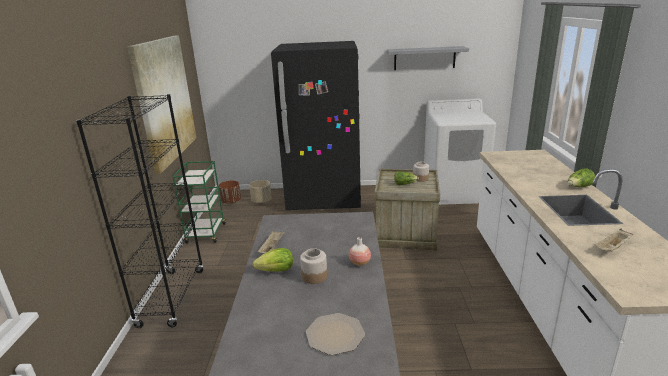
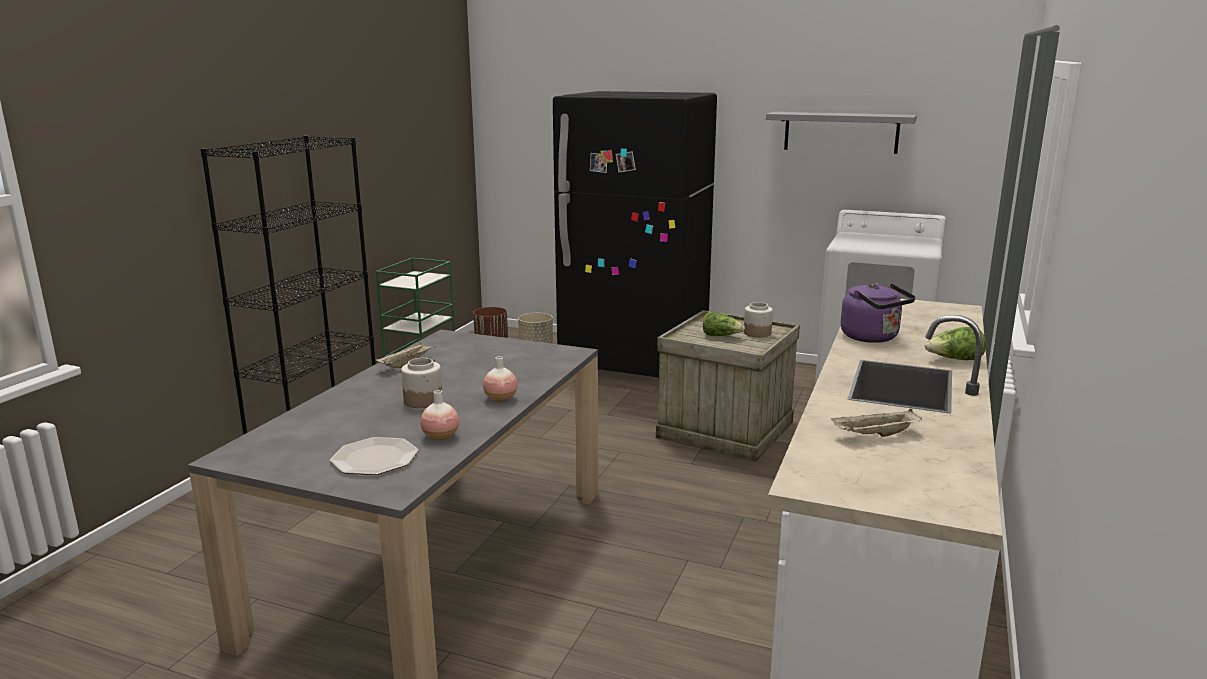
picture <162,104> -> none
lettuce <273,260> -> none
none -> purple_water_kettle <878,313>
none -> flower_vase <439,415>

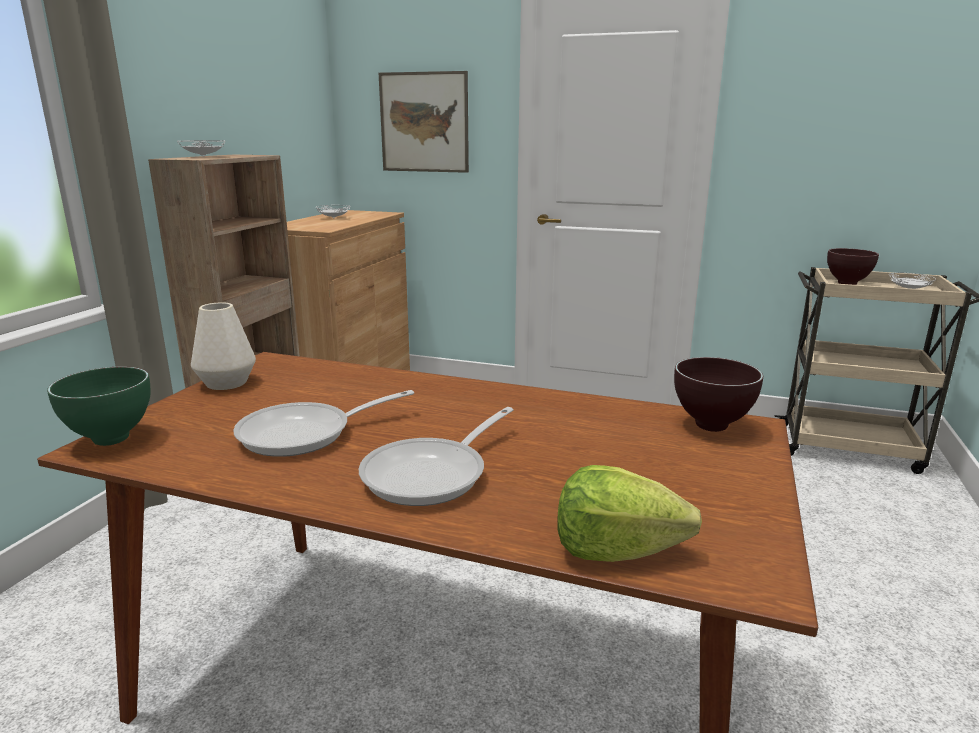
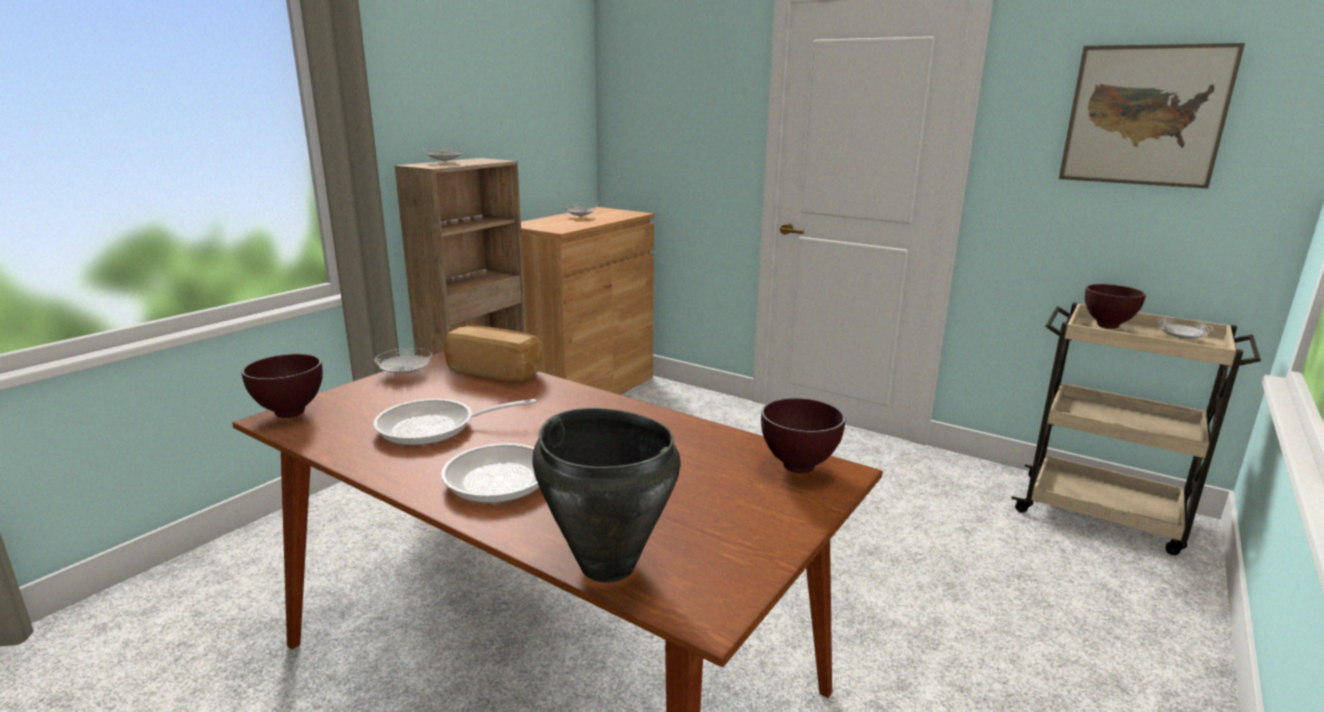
picture <424,122> -> picture <1152,116>, shifted
white-coloured_flower_vase <223,346> -> white-coloured_dinner_plate <403,361>
green-coloured_serving_bowl <99,406> -> brown_serving_bowl <282,386>
lettuce <629,513> -> black_stockpot <606,495>
none -> bread <493,354>

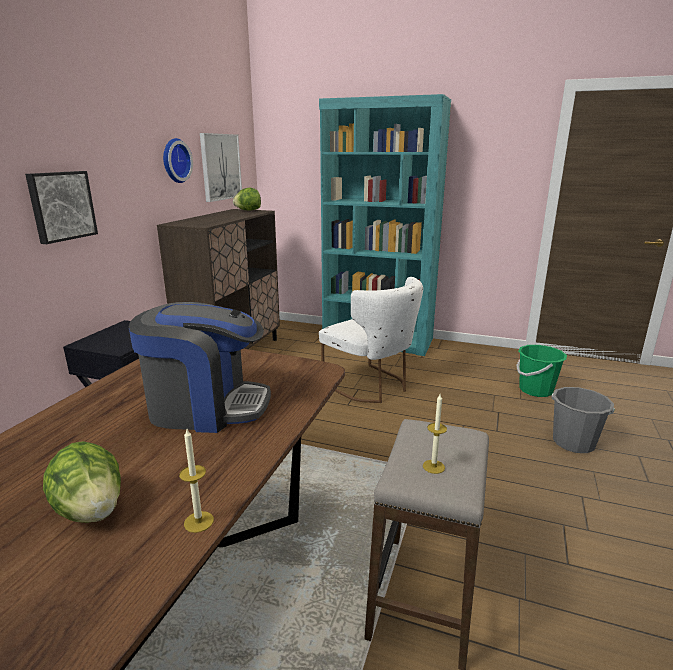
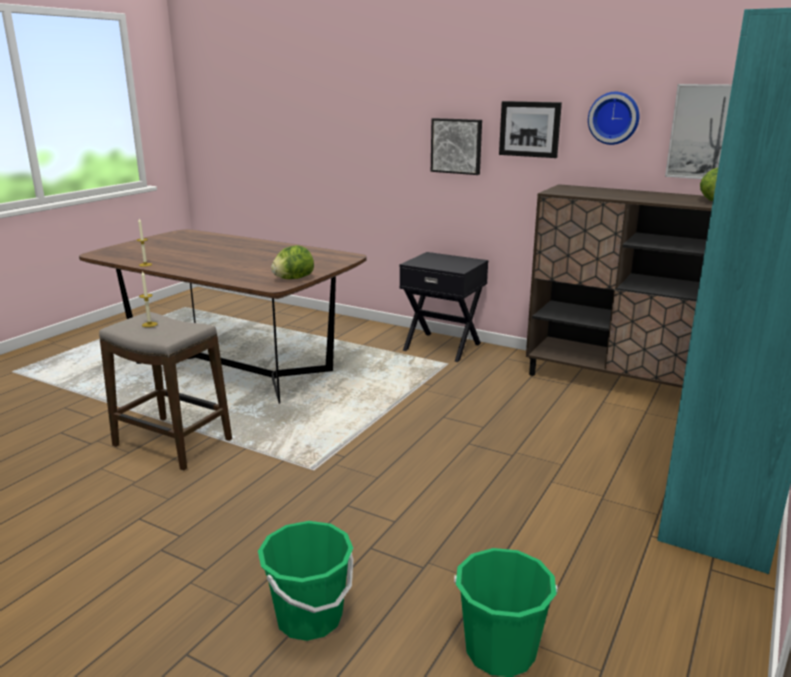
white-coloured_plain_chair <371,340> -> none
coffee_maker <200,367> -> none
gray_pail <583,420> -> green-coloured_pail <305,581>
lettuce <82,482> -> lettuce <292,262>, shifted
none -> picture <530,129>

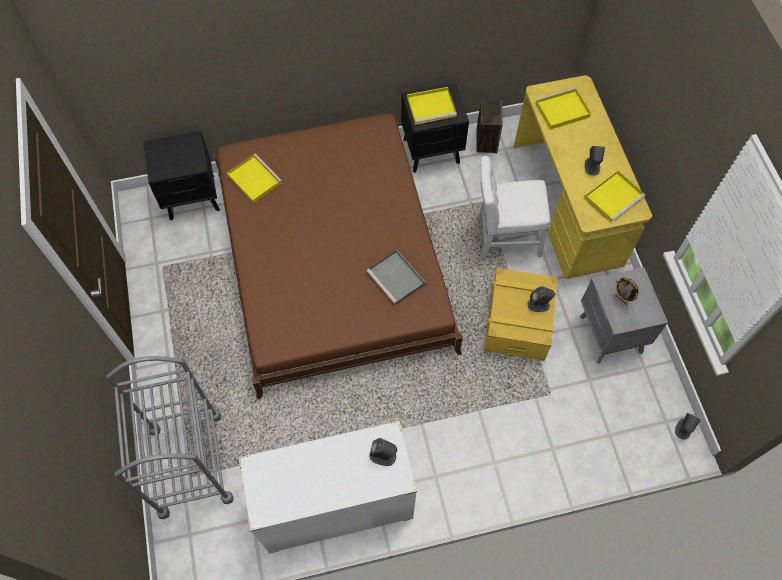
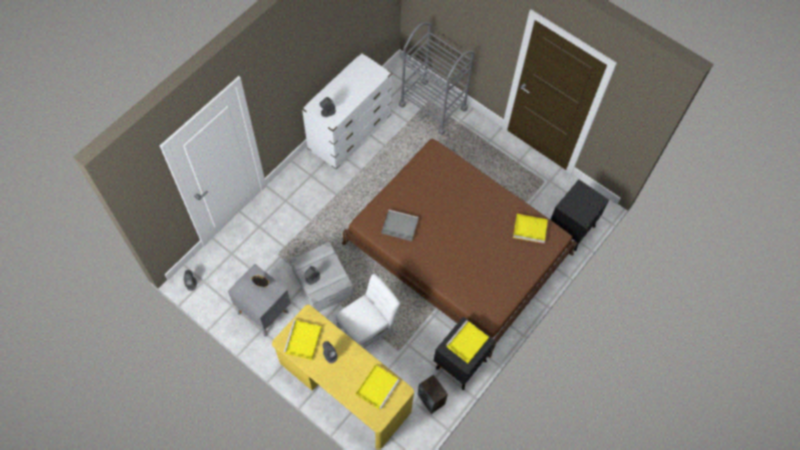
yellow-coloured_storage_bin <520,314> -> gray_storage_bin <321,277>

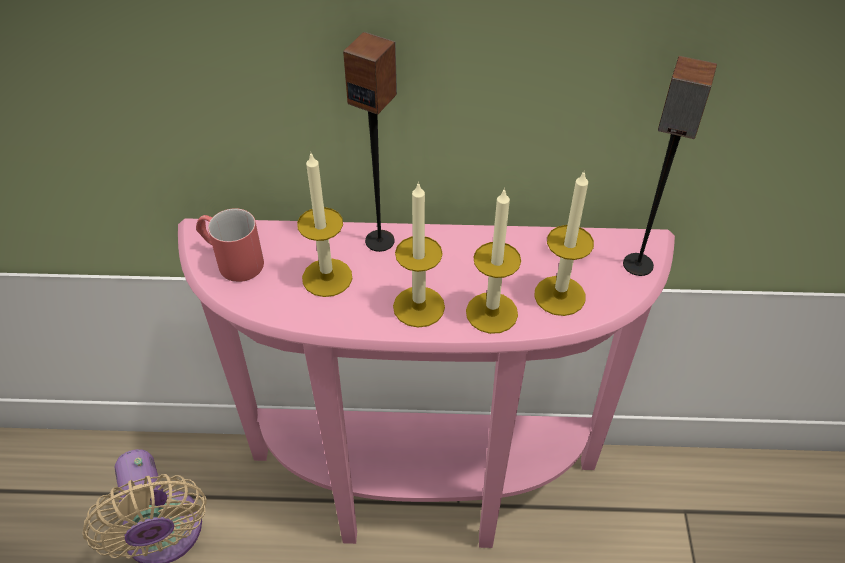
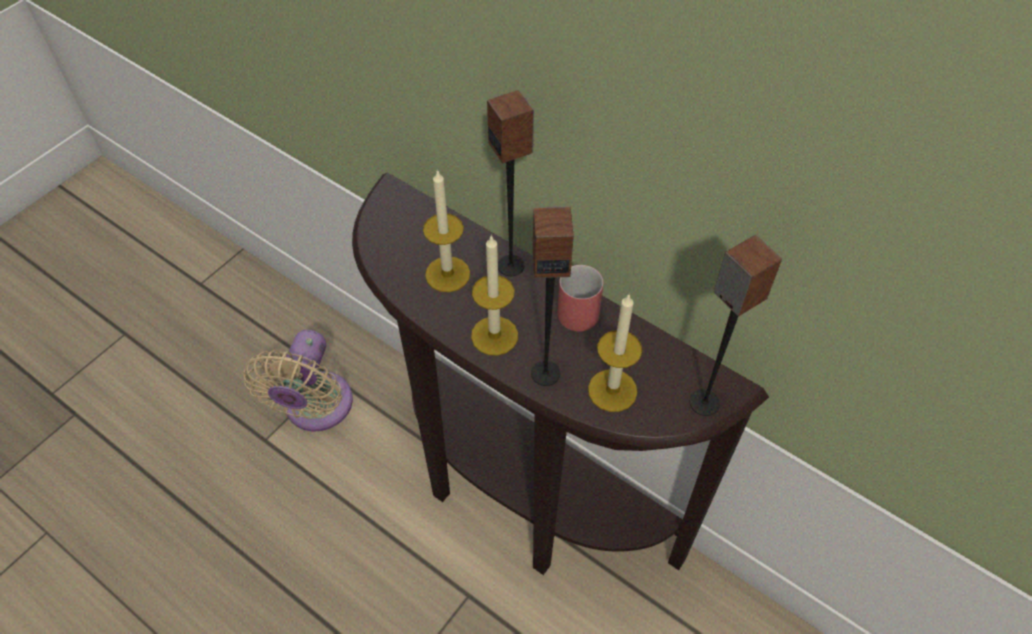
candle <493,261> -> loudspeaker <552,296>
reddish_mug <230,245> -> reddish_mug <580,298>, shifted
pink-coloured_console_table <426,383> -> brown_console_table <560,373>

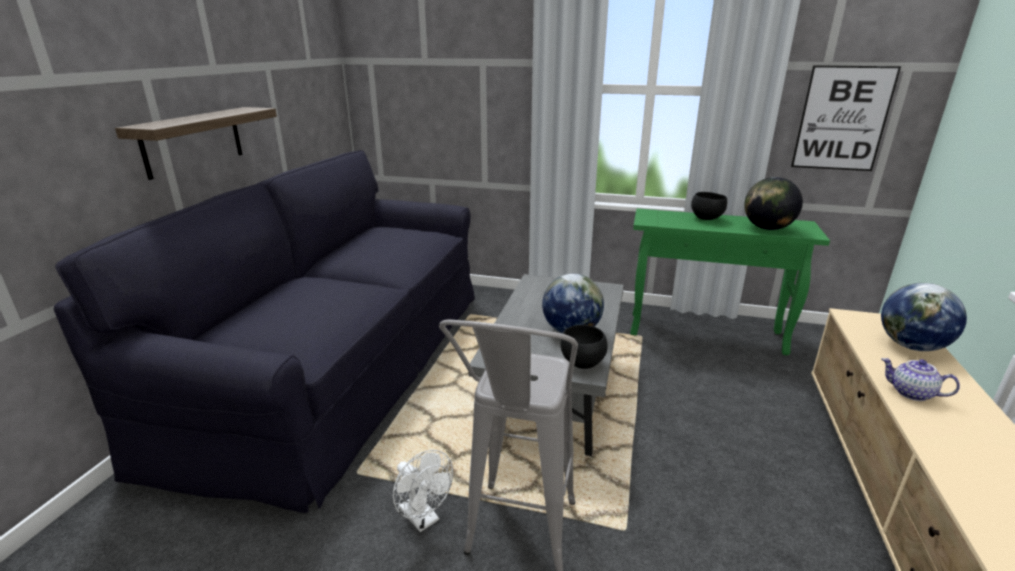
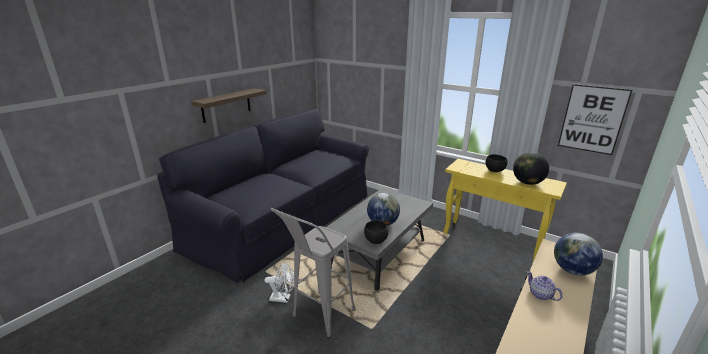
green-coloured_console_table <730,281> -> yellow-coloured_console_table <505,210>
white-coloured_electric_fan <423,491> -> white-coloured_electric_fan <279,282>, 60 degrees counterclockwise

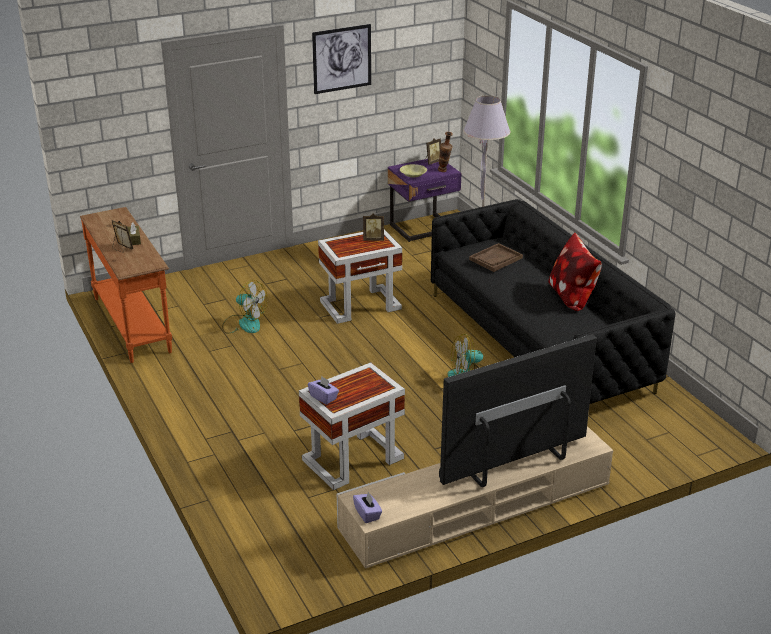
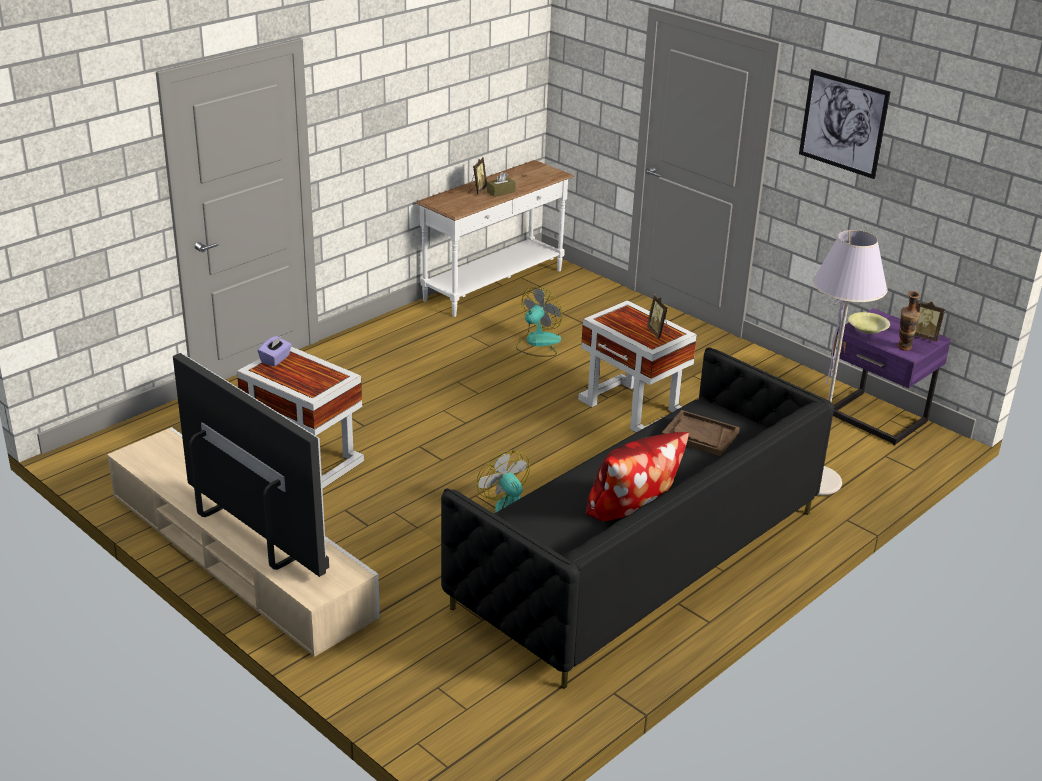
orangey_console_table <126,285> -> white-coloured_console_table <495,238>
electric_fan <244,307> -> electric_fan <539,322>, 150 degrees counterclockwise
purple_tissue_holder <367,507> -> none

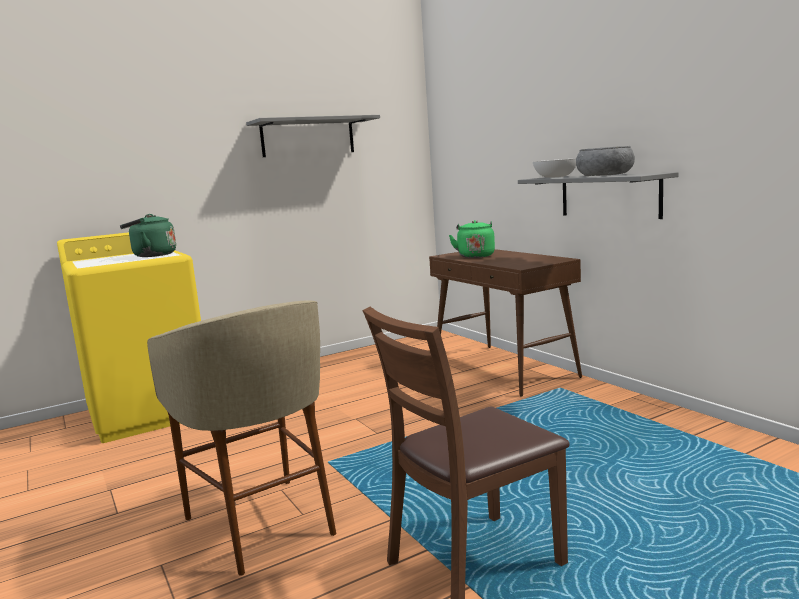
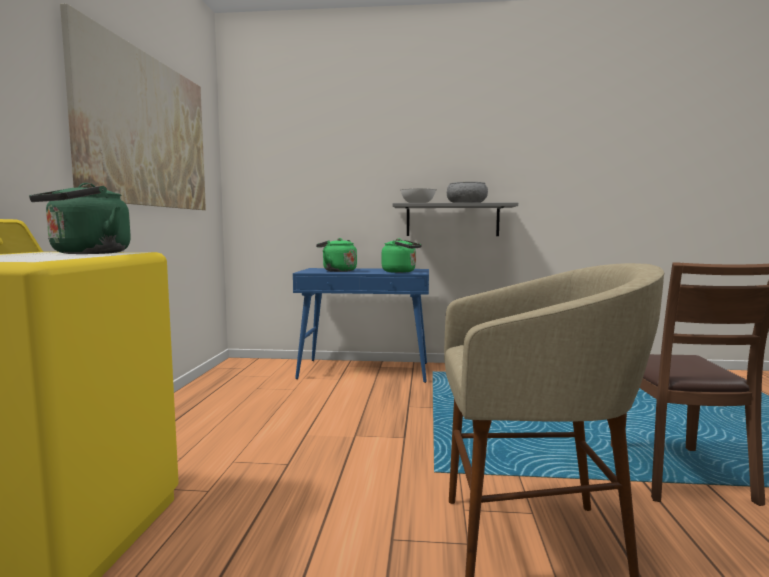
gray_bracket_shelf <313,136> -> picture <133,106>
brown_console_table <505,323> -> bluish_console_table <361,325>
none -> green-coloured_water_kettle <402,255>

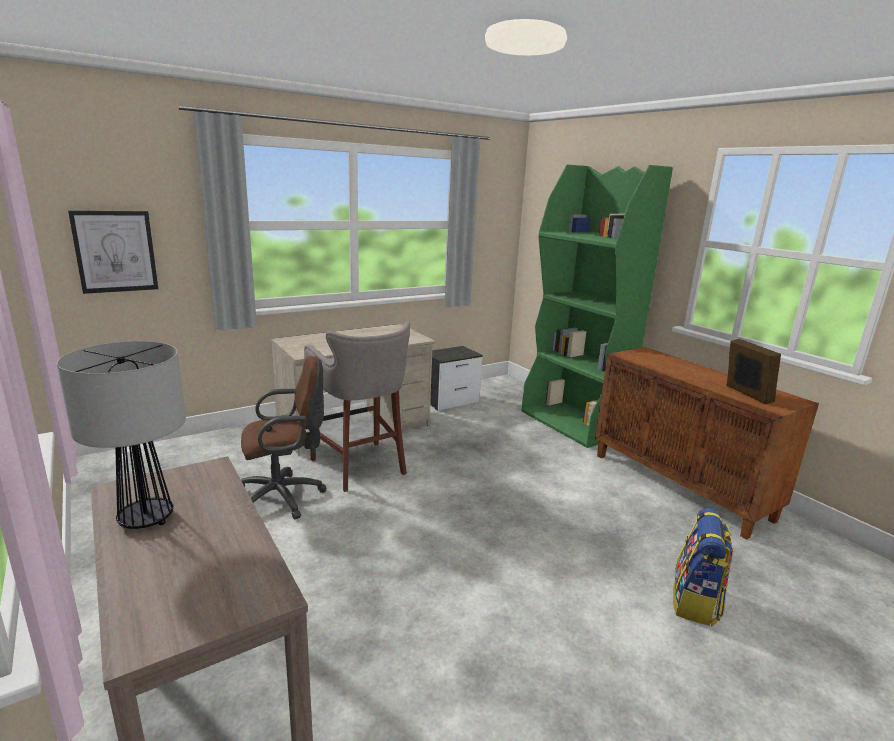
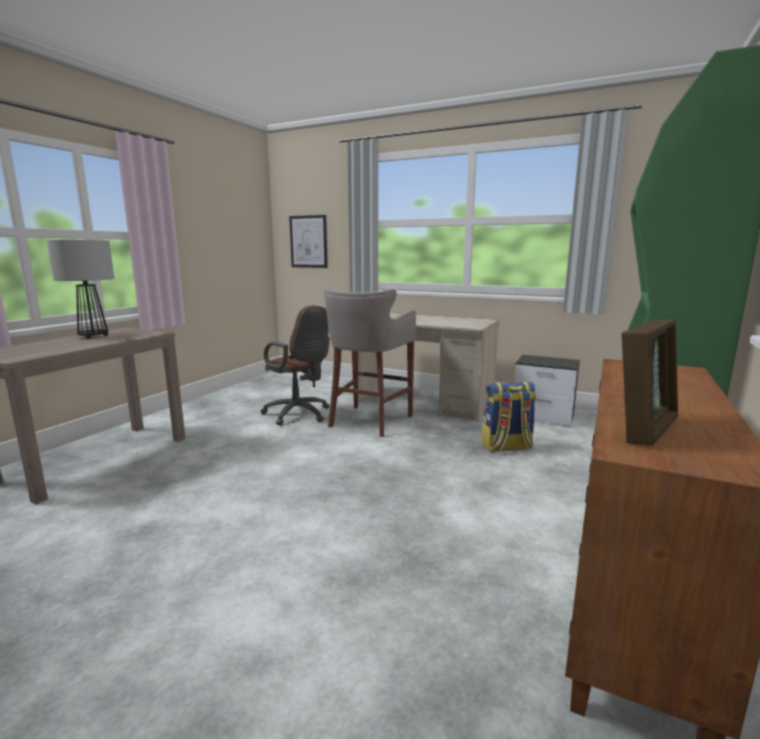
rucksack <703,567> -> rucksack <509,416>, shifted

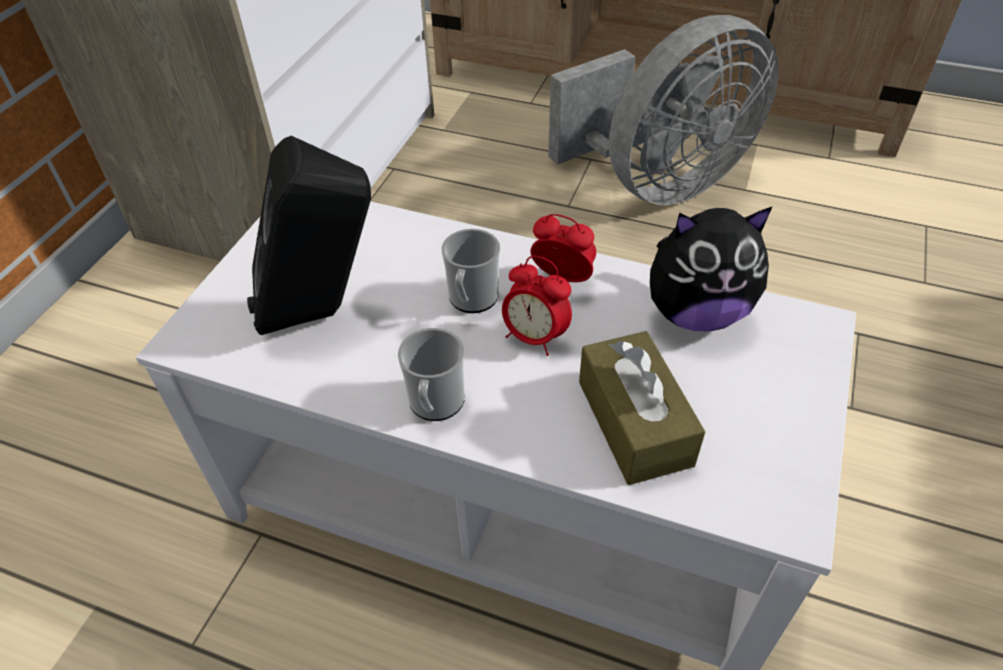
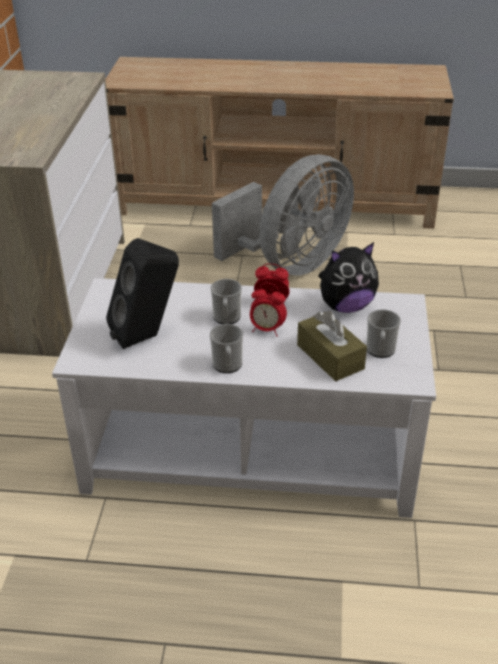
none -> mug <383,333>

